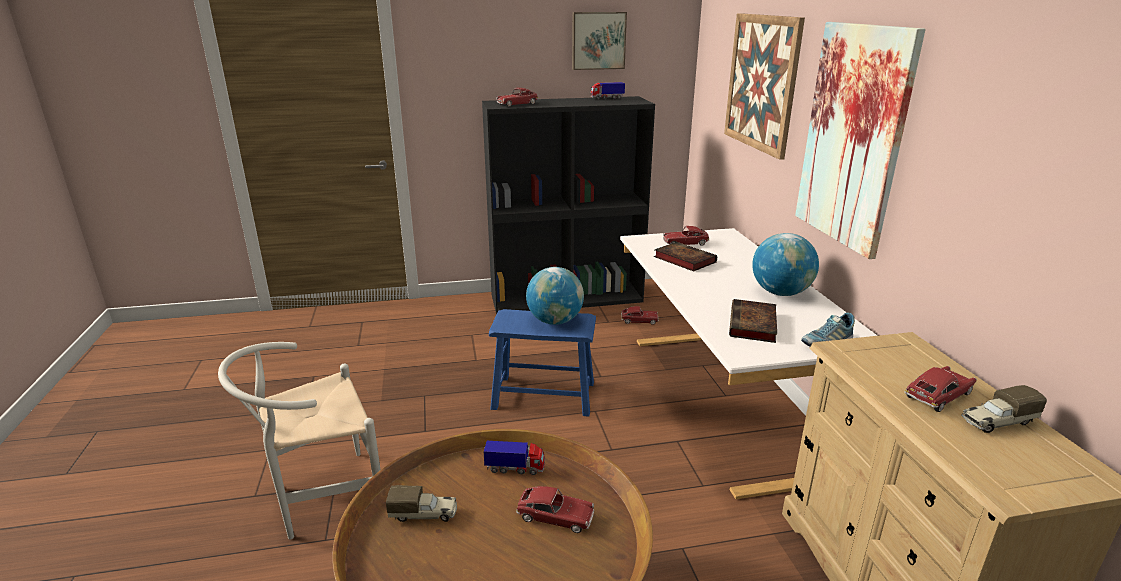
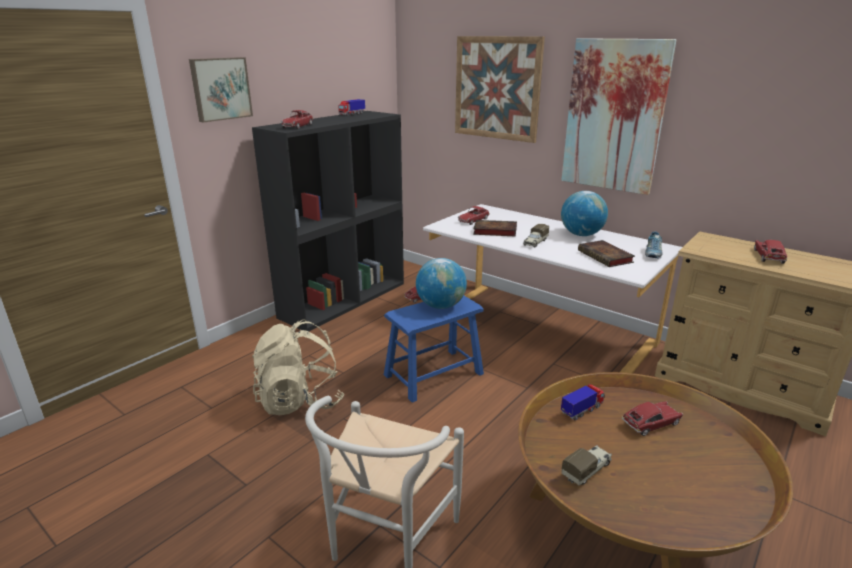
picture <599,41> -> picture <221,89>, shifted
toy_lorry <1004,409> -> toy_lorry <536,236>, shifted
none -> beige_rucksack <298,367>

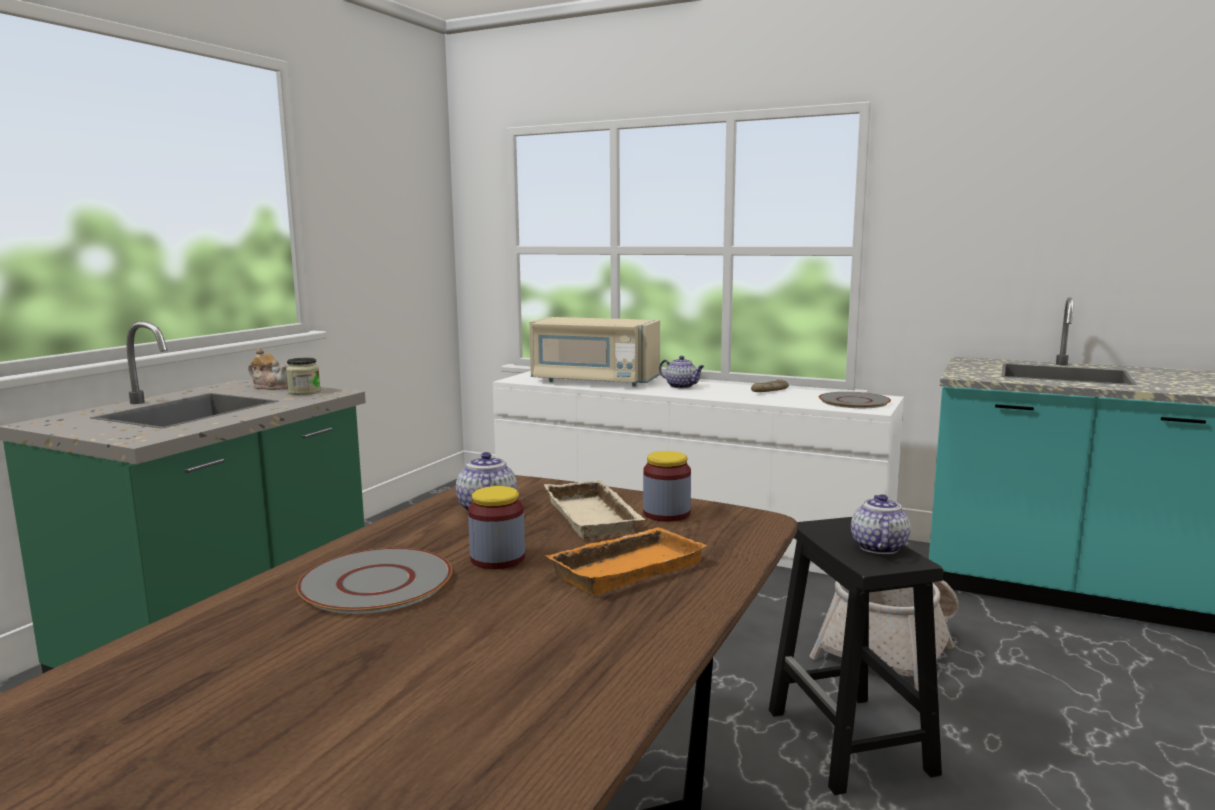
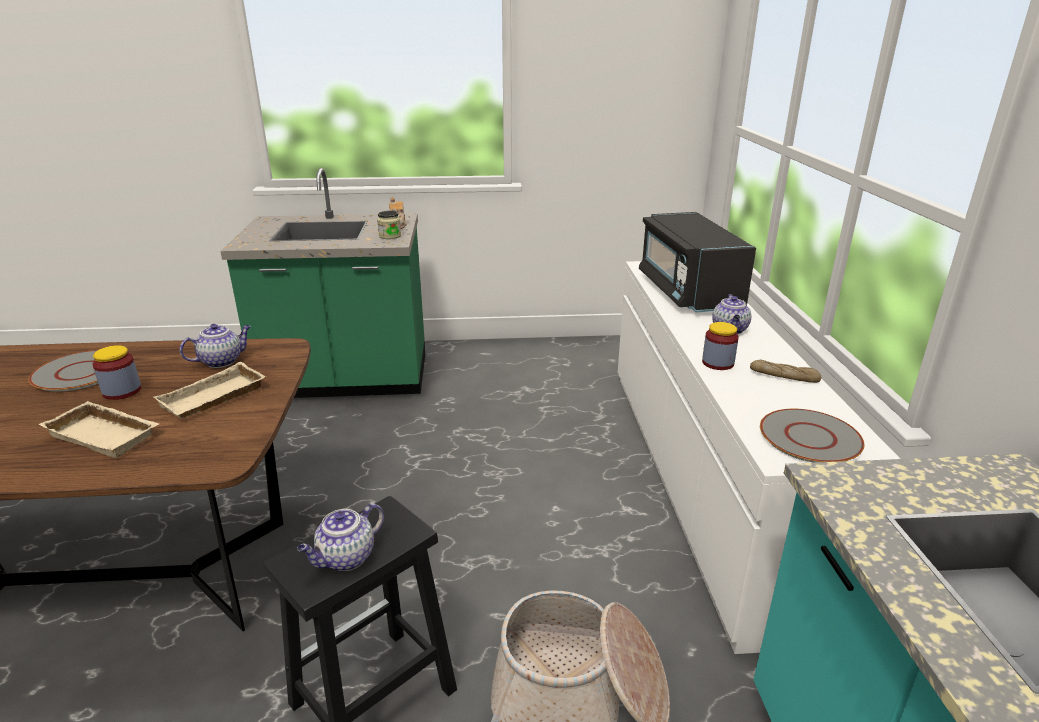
beige_microwave <594,352> -> black_microwave <697,262>
jar <667,486> -> jar <720,346>, shifted
tea_pot <881,524> -> tea_pot <340,537>, 150 degrees clockwise
orangey_serving_tray <625,561> -> beige_serving_tray <99,429>

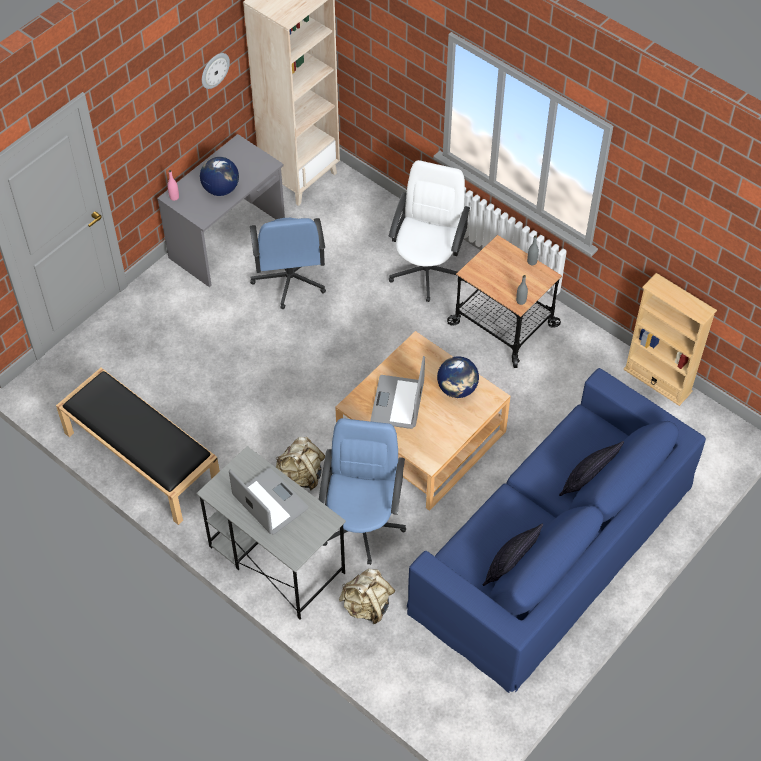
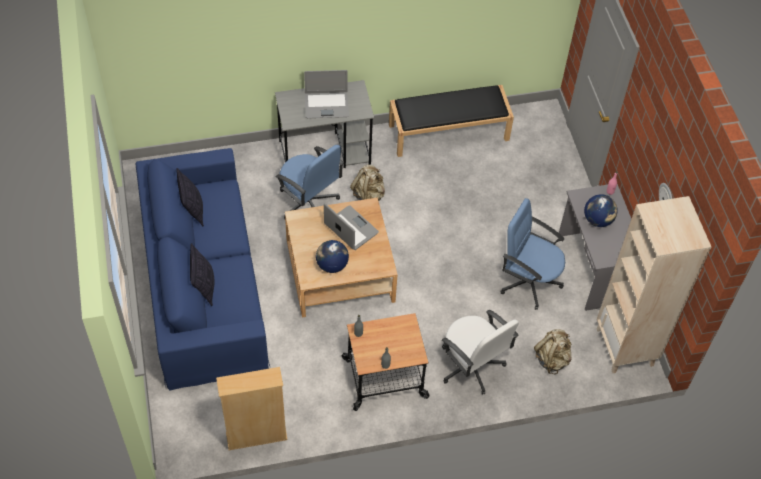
beige_rucksack <367,596> -> beige_rucksack <553,351>, shifted

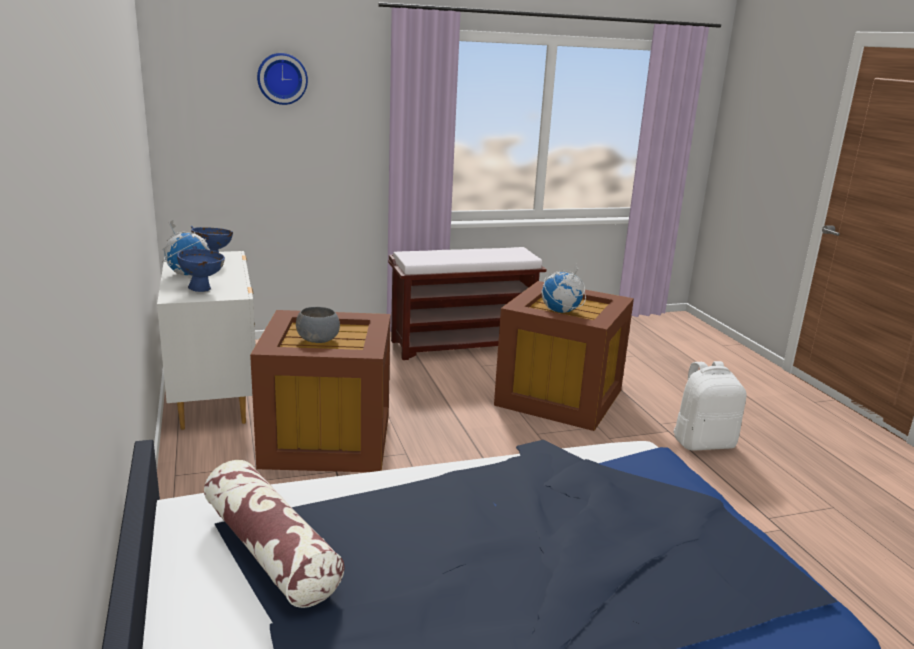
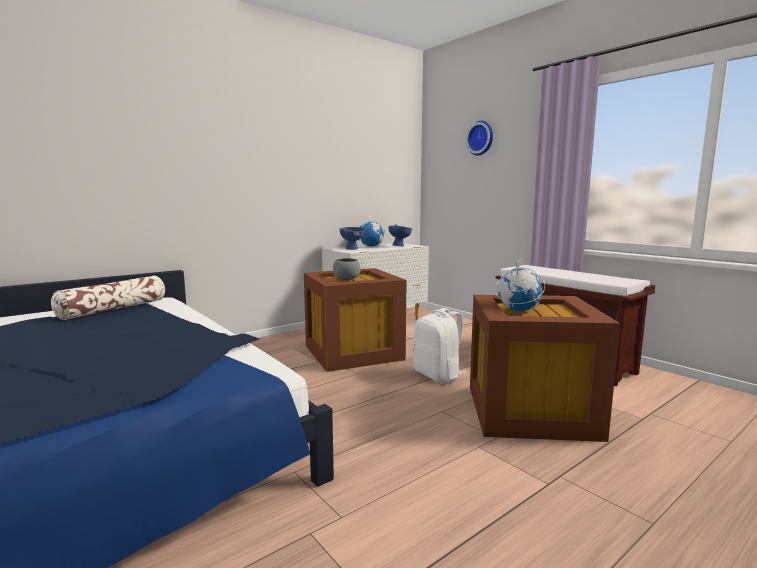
white-coloured_rucksack <710,406> -> white-coloured_rucksack <439,345>, shifted

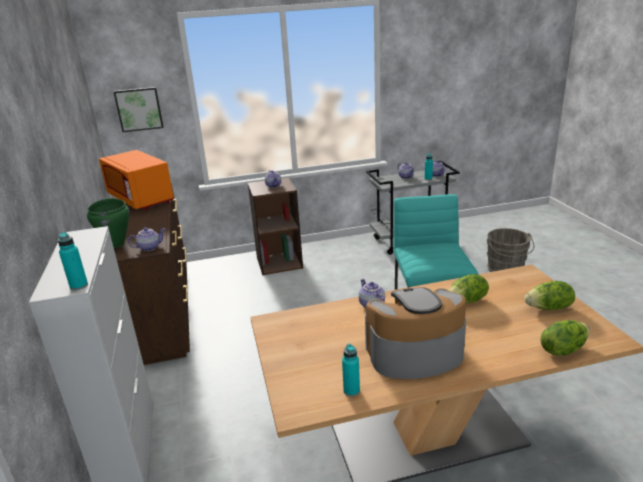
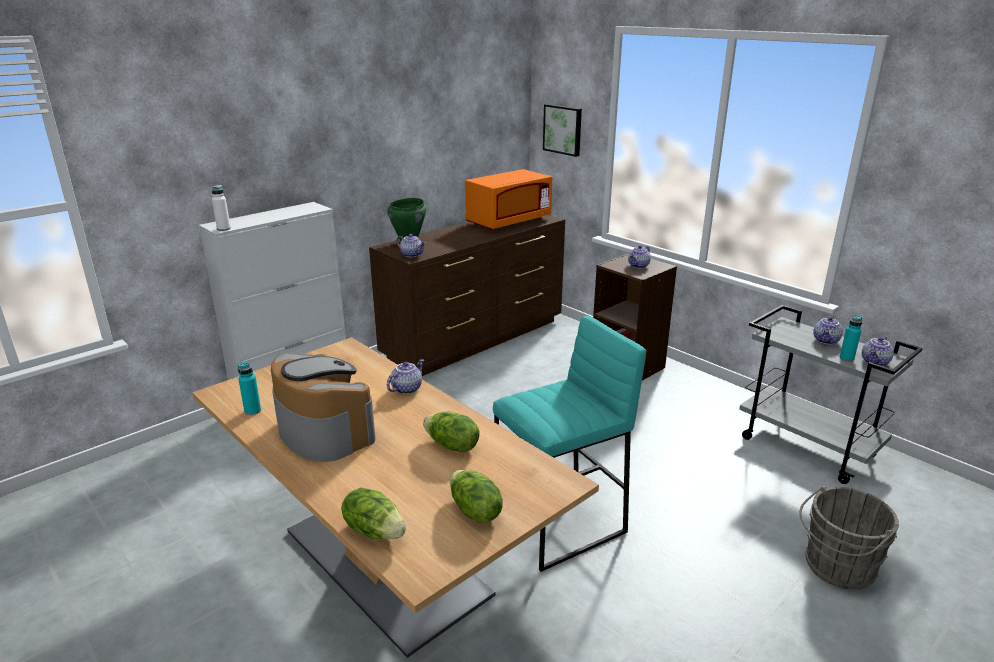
orangey_microwave <136,180> -> orangey_microwave <508,199>, 150 degrees counterclockwise
turquoise-coloured_beverage_bottle <73,261> -> white-coloured_beverage_bottle <221,208>

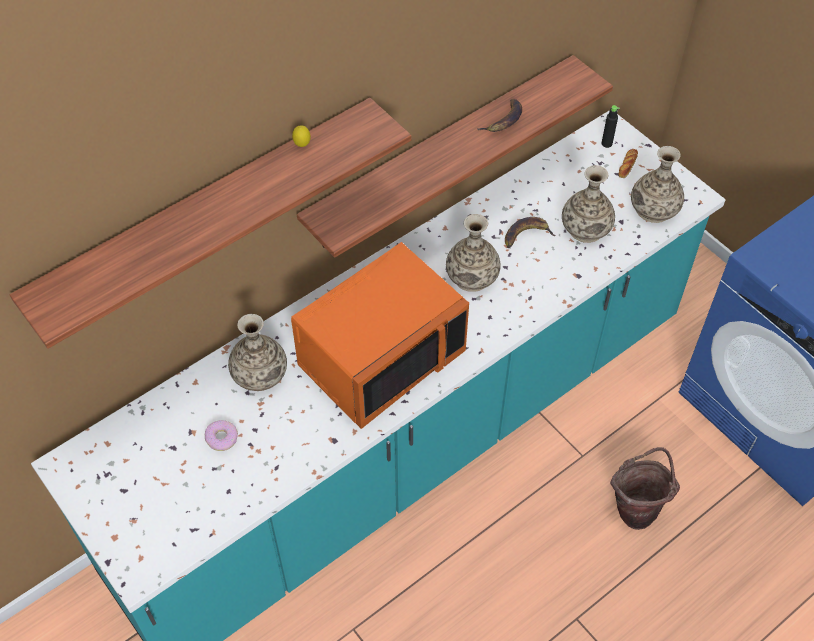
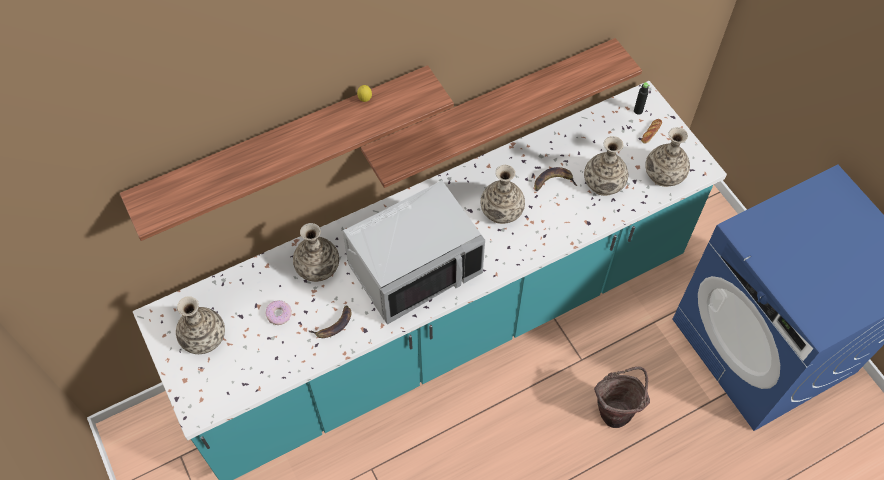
whole_banana <499,115> -> whole_banana <330,321>, shifted
orangey_microwave <380,335> -> gray_microwave <414,252>
none -> flower_vase <200,325>

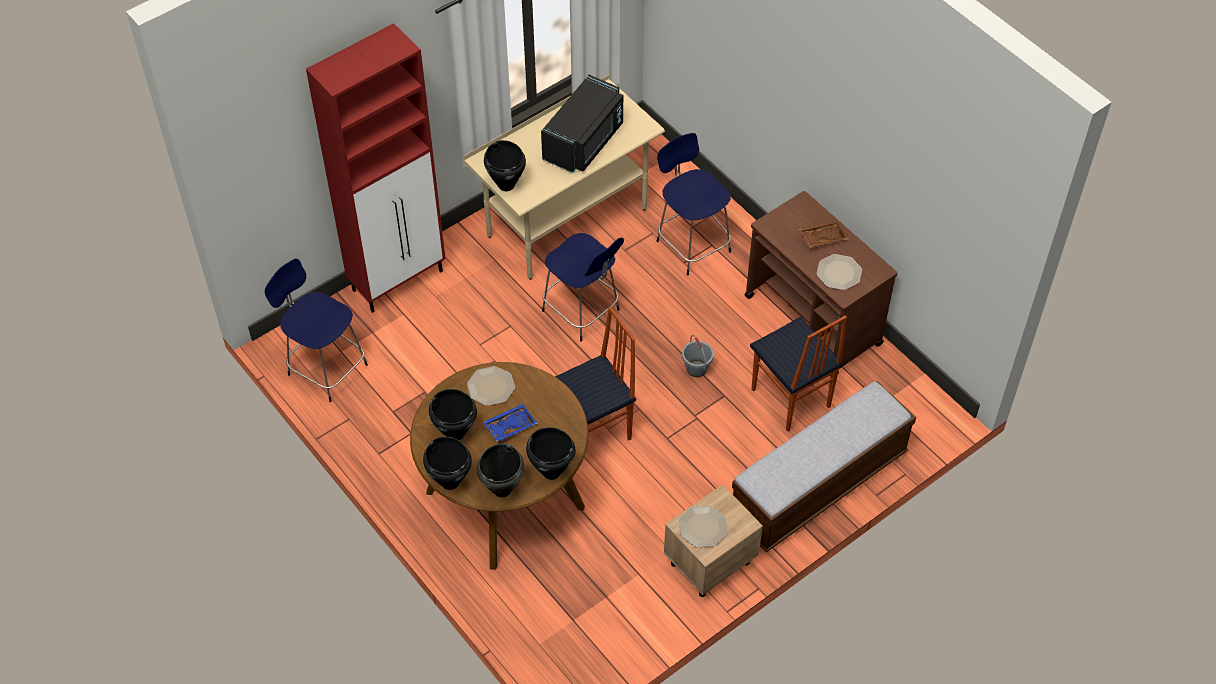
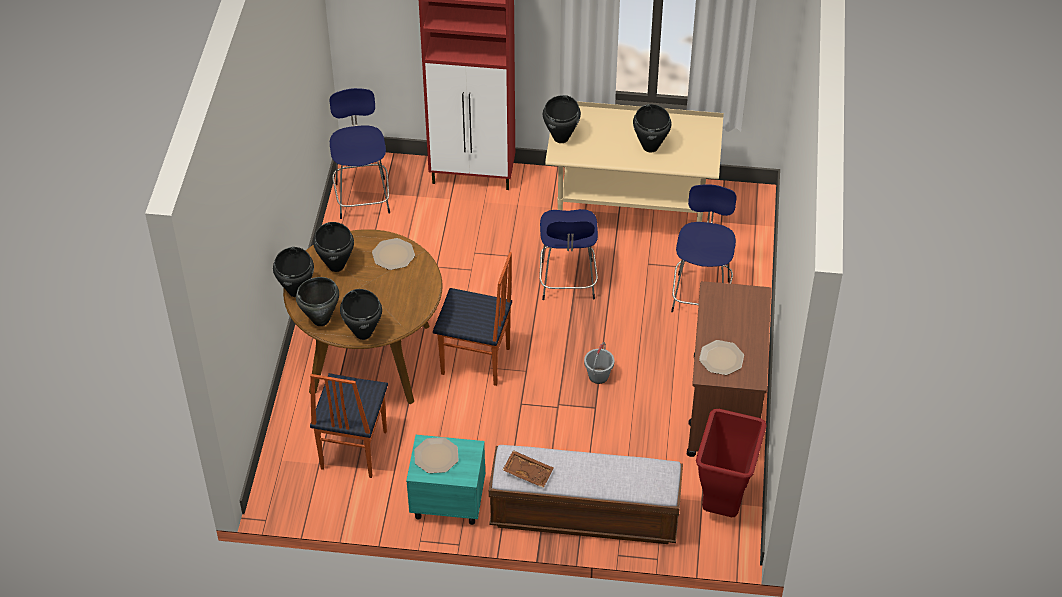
black_microwave <582,124> -> black_stockpot <652,128>
brown_serving_tray <823,234> -> brown_serving_tray <528,469>, shifted
plain_chair <798,373> -> plain_chair <349,425>, shifted
bluish_serving_tray <510,423> -> none
beige_night_table <713,540> -> turquoise-coloured_night_table <445,480>
none -> reddish_trash_can <731,463>

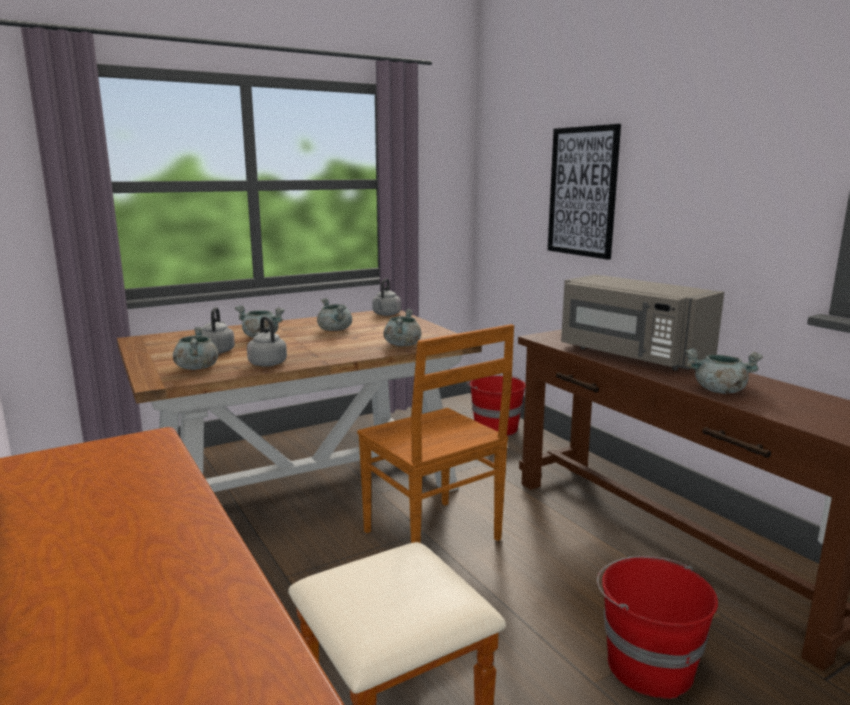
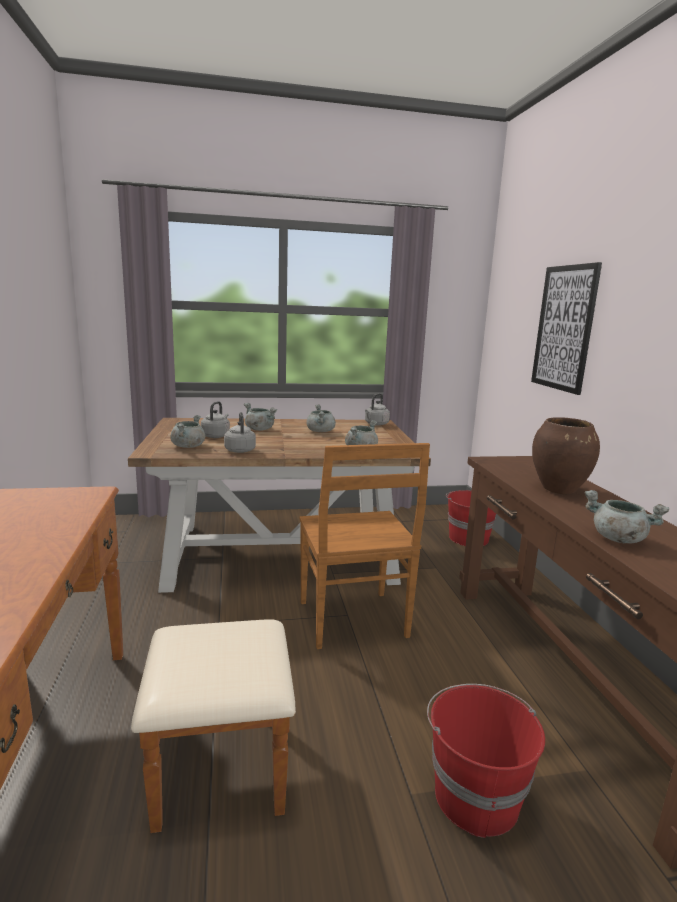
gray_microwave <642,322> -> brown_flower_vase <566,455>

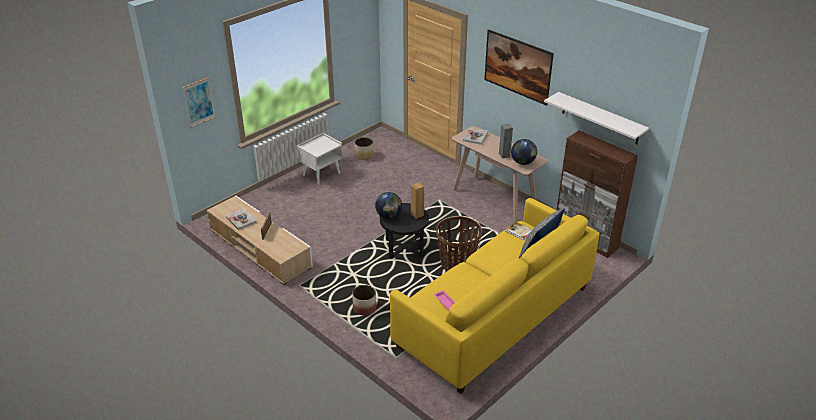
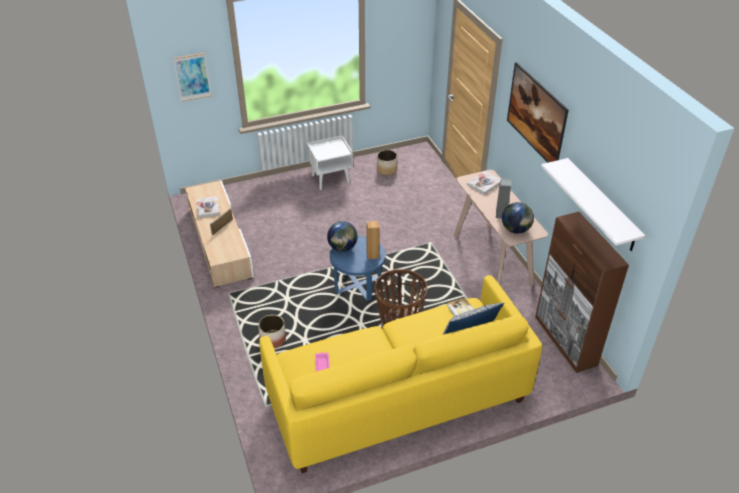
black_side_table <404,231> -> bluish_side_table <357,268>

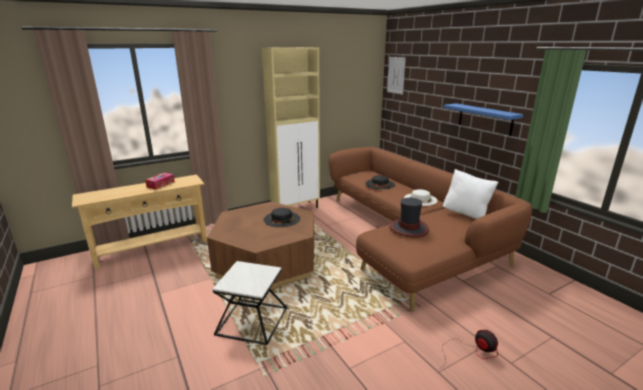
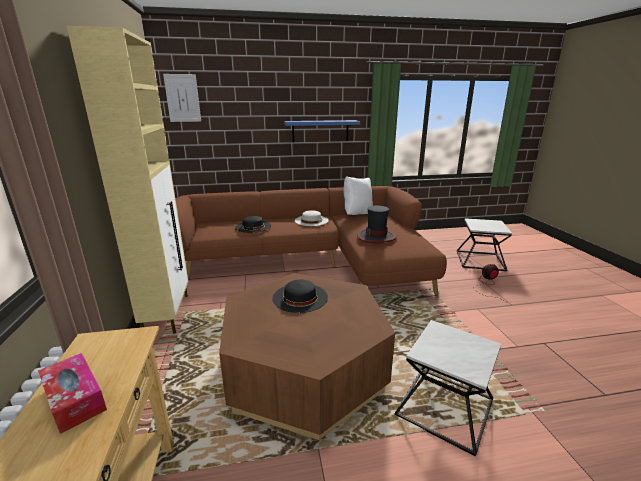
none -> side_table <484,244>

